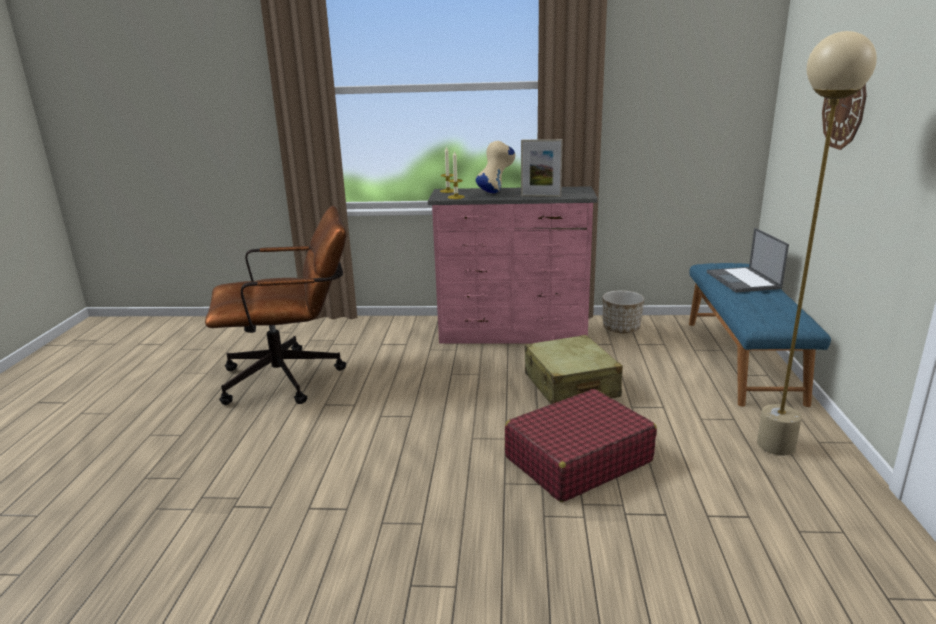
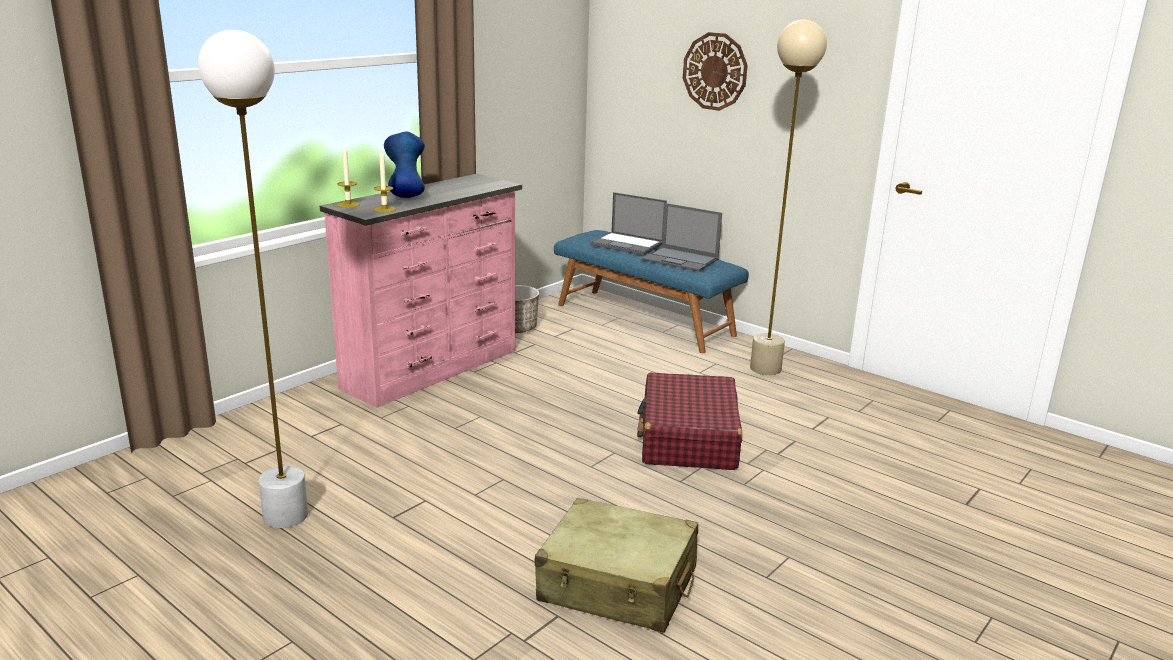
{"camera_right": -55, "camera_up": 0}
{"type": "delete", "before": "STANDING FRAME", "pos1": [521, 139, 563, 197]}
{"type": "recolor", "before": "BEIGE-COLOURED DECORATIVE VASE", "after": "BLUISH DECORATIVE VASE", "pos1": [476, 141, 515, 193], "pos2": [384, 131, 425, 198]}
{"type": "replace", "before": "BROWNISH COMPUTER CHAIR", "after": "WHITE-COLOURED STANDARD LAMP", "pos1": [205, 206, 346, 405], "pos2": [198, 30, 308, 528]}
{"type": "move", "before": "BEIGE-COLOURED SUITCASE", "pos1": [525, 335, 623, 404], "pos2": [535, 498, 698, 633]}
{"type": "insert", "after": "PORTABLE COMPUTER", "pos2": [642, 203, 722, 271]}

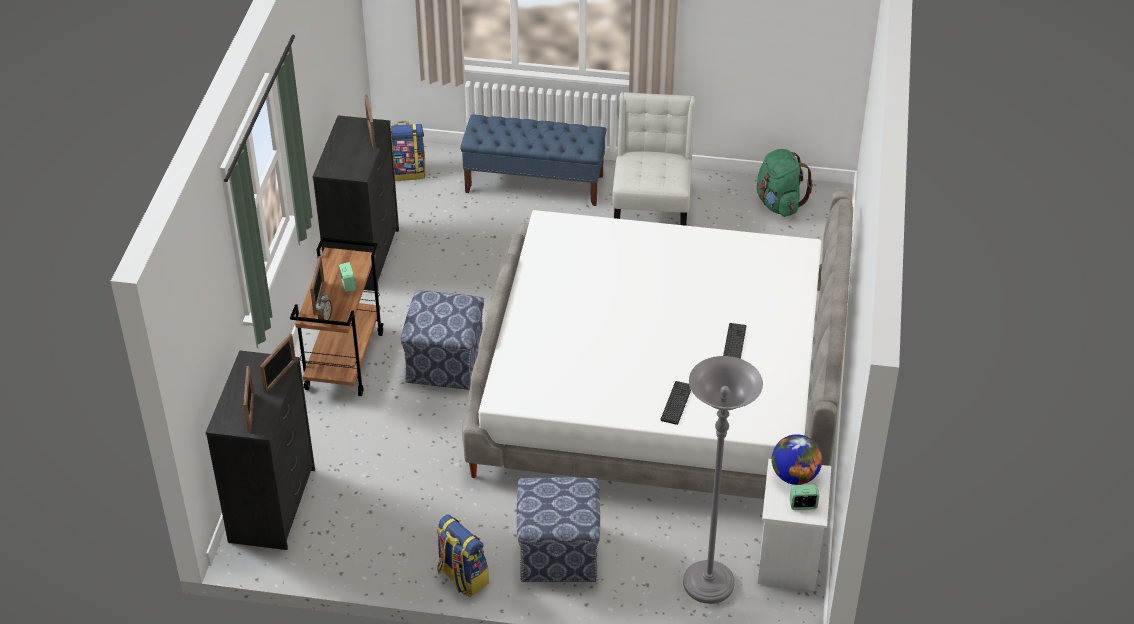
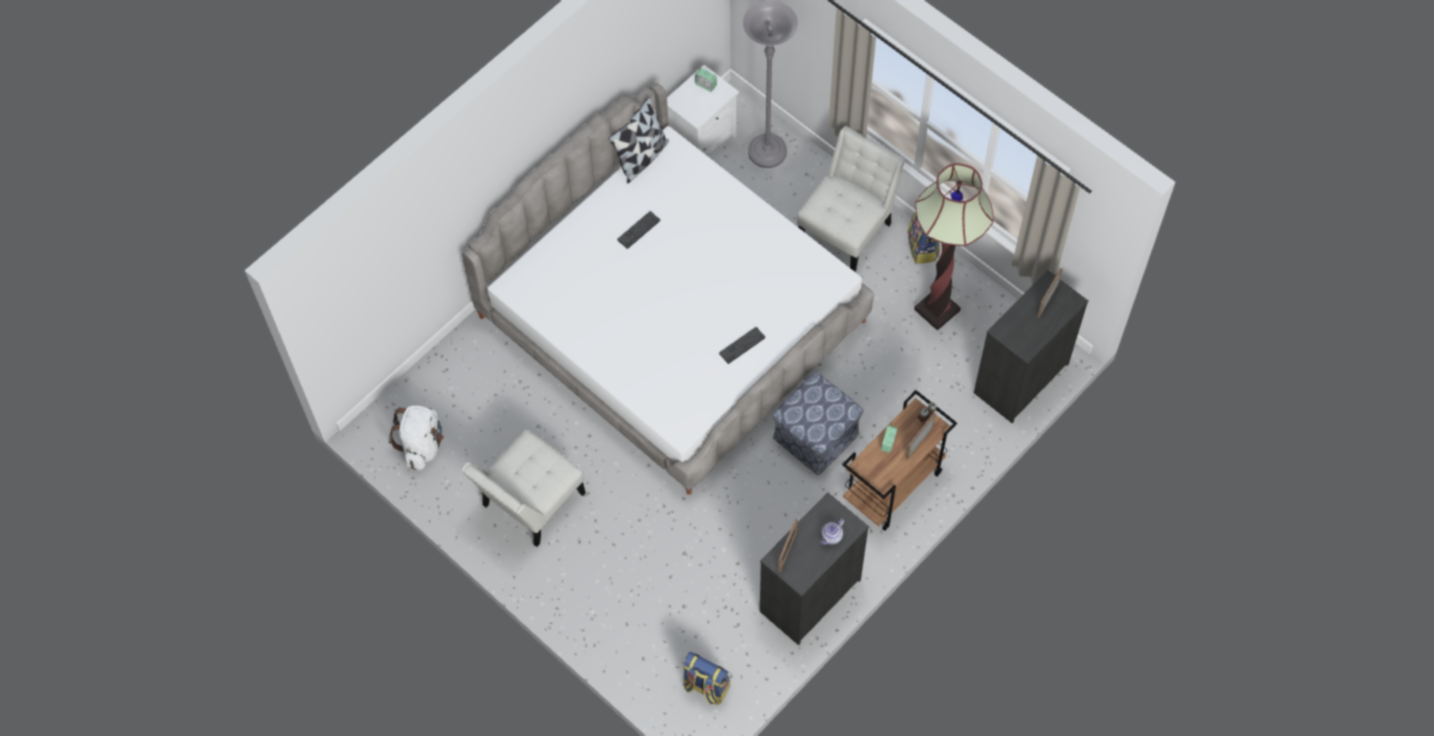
{"camera_right": -145, "camera_up": 20}
{"type": "delete", "before": "BLUISH INDOOR BENCH", "pos1": [460, 115, 606, 206]}
{"type": "recolor", "before": "GREENISH RUCKSACK", "after": "WHITE-COLOURED RUCKSACK", "pos1": [757, 149, 813, 217], "pos2": [388, 405, 444, 470]}
{"type": "delete", "before": "STANDING FRAME", "pos1": [260, 333, 296, 394]}
{"type": "move", "before": "KEYBOARD", "pos1": [661, 381, 691, 425], "pos2": [719, 327, 765, 364]}
{"type": "delete", "before": "DESK GLOBE", "pos1": [772, 434, 822, 485]}
{"type": "replace", "before": "OTTOMAN", "after": "WHITE-COLOURED PLAIN CHAIR", "pos1": [517, 477, 600, 582], "pos2": [797, 126, 905, 272]}
{"type": "insert", "after": "CUSHION", "pos2": [609, 97, 669, 183]}
{"type": "insert", "after": "STANDARD LAMP", "pos2": [914, 163, 994, 331]}
{"type": "insert", "after": "TEAPOT", "pos2": [820, 519, 844, 545]}

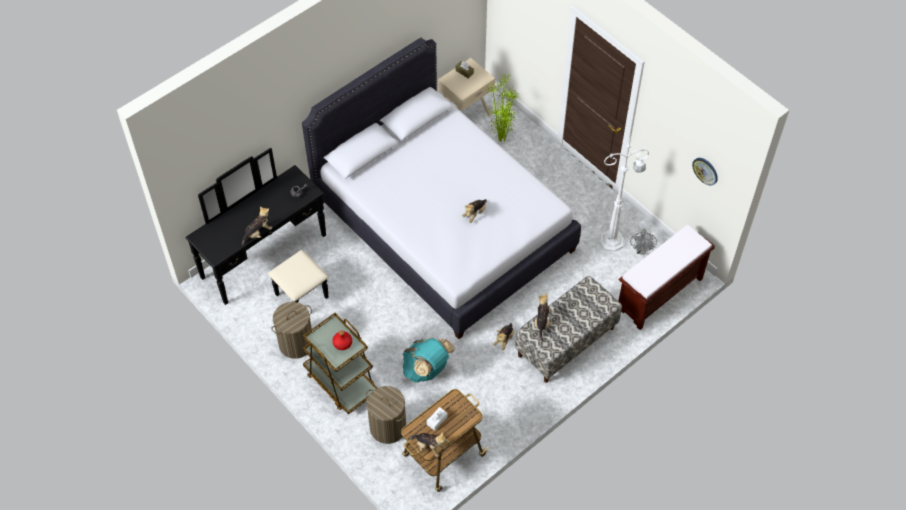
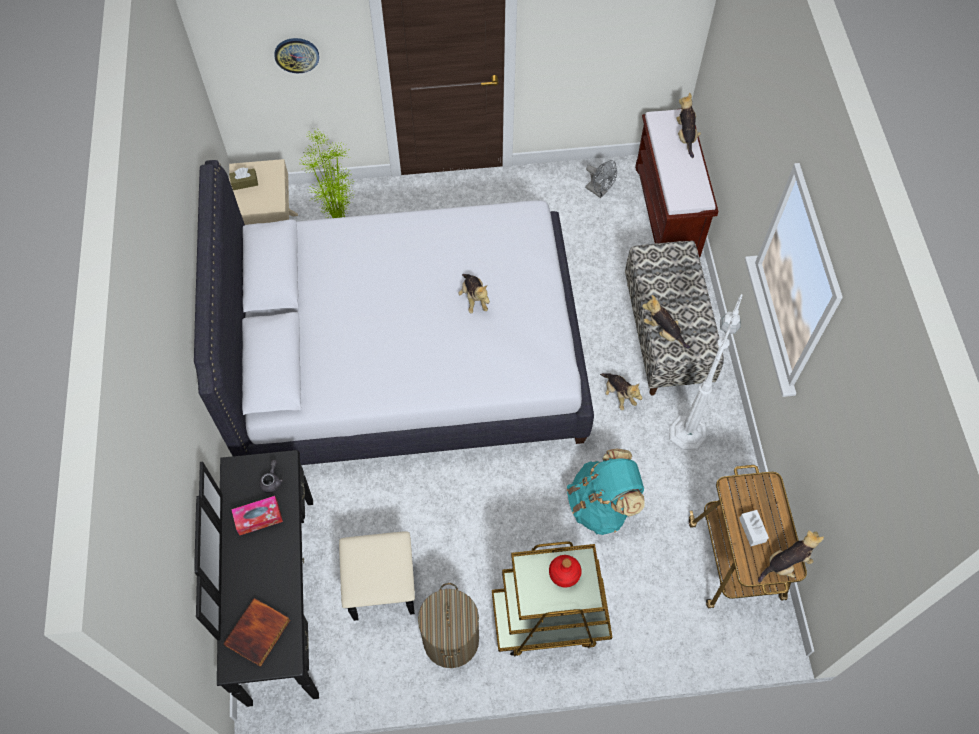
{"camera_right": -55, "camera_up": 5}
{"type": "move", "before": "WHITE-COLOURED STANDARD LAMP", "pos1": [600, 135, 649, 251], "pos2": [669, 294, 742, 451]}
{"type": "move", "before": "WALL CLOCK", "pos1": [692, 158, 718, 186], "pos2": [274, 38, 319, 73]}
{"type": "move", "before": "CUDDLY TOY", "pos1": [242, 206, 272, 245], "pos2": [676, 93, 701, 158]}
{"type": "delete", "before": "LAUNDRY BASKET", "pos1": [366, 386, 406, 444]}
{"type": "insert", "after": "TISSUE HOLDER", "pos2": [231, 496, 283, 535]}
{"type": "insert", "after": "BOUND BOOK", "pos2": [223, 598, 290, 667]}

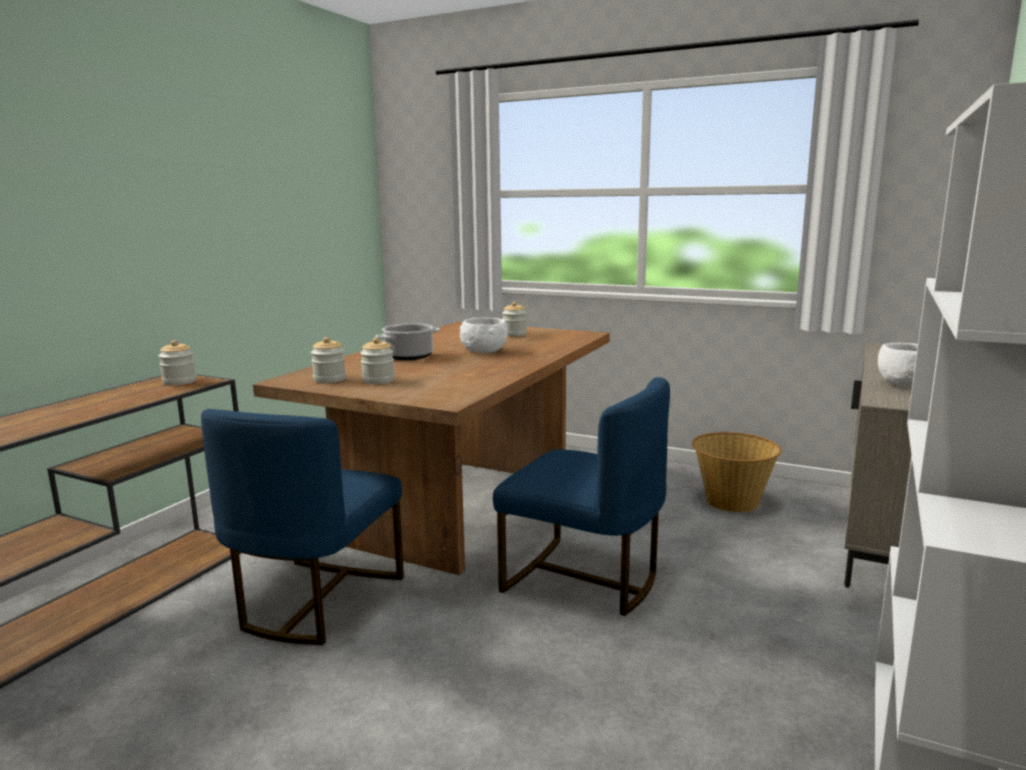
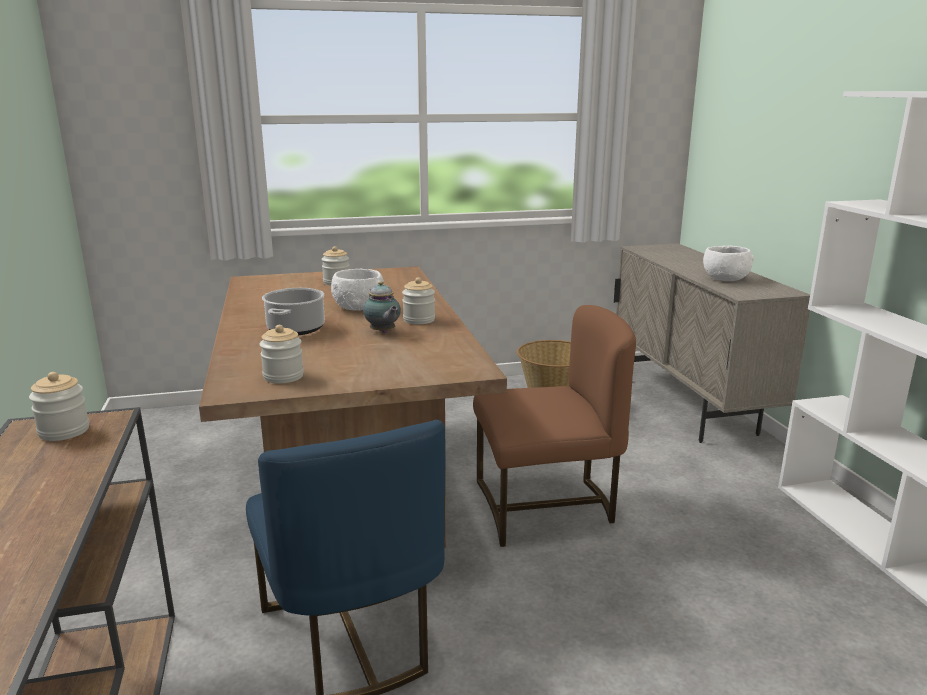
{"camera_right": -40, "camera_up": 5}
{"type": "move", "before": "JAR", "pos1": [360, 337, 395, 384], "pos2": [402, 277, 435, 324]}
{"type": "recolor", "before": "BLUISH PLAIN CHAIR", "after": "BROWNISH PLAIN CHAIR", "pos1": [493, 377, 670, 616], "pos2": [473, 305, 636, 547]}
{"type": "insert", "after": "TEAPOT", "pos2": [363, 281, 401, 333]}

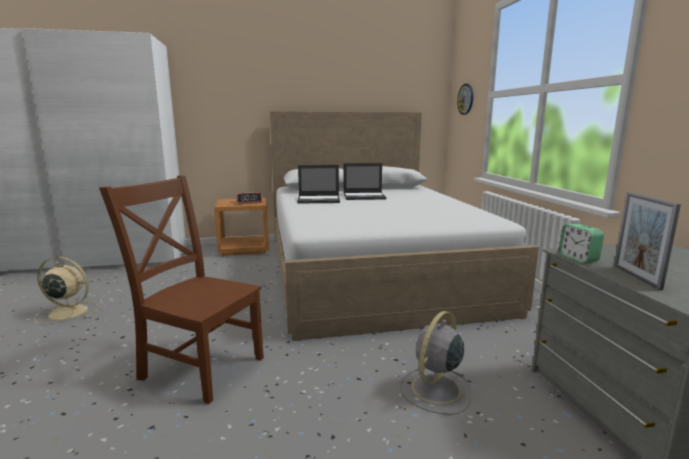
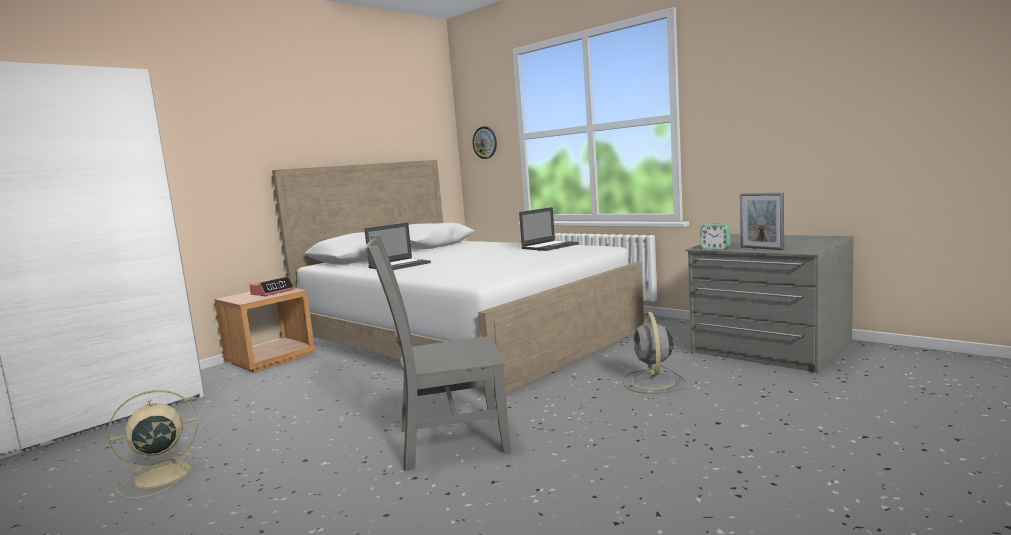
{"camera_right": -35, "camera_up": -5}
{"type": "move", "before": "PORTABLE COMPUTER", "pos1": [344, 163, 386, 200], "pos2": [519, 207, 579, 251]}
{"type": "recolor", "before": "BROWNISH PLAIN CHAIR", "after": "GREYISH PLAIN CHAIR", "pos1": [99, 175, 264, 404], "pos2": [365, 235, 511, 471]}

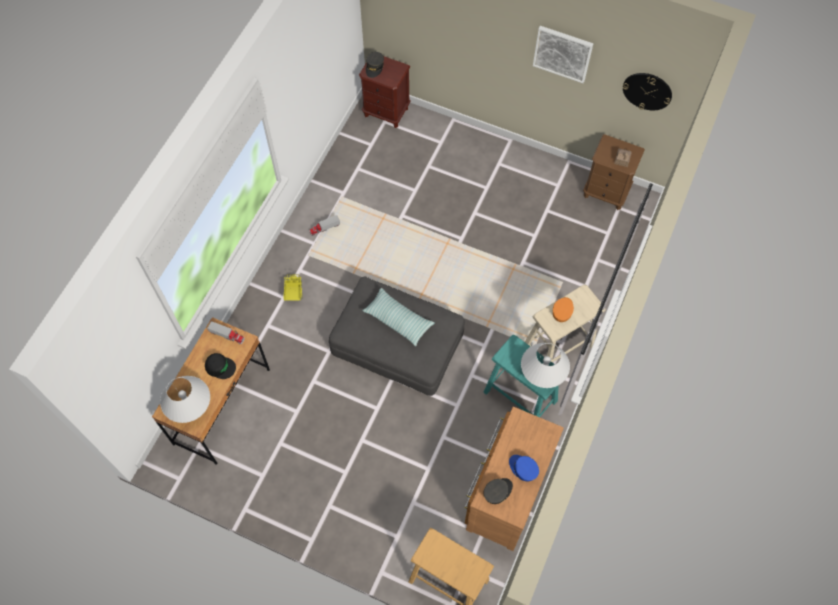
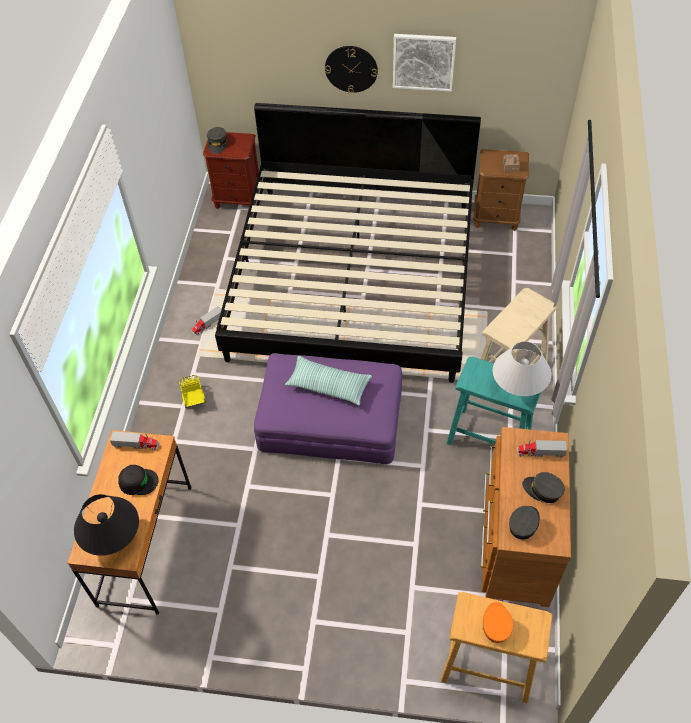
{"camera_right": -15, "camera_up": -10}
{"type": "move", "before": "WALL CLOCK", "pos1": [623, 73, 672, 110], "pos2": [325, 46, 378, 93]}
{"type": "recolor", "before": "GREYISH OTTOMAN", "after": "PURPLISH OTTOMAN", "pos1": [329, 276, 465, 396], "pos2": [254, 353, 402, 464]}
{"type": "move", "before": "ORANGE-COLOURED PEAKED CAP", "pos1": [552, 297, 574, 322], "pos2": [483, 602, 513, 643]}
{"type": "recolor", "before": "WHITE-COLOURED LAMP FOR A TABLE", "after": "BLACKISH LAMP FOR A TABLE", "pos1": [160, 376, 210, 423], "pos2": [74, 494, 139, 556]}
{"type": "recolor", "before": "BLUISH PEAKED CAP", "after": "GREYISH PEAKED CAP", "pos1": [509, 455, 539, 481], "pos2": [522, 472, 565, 503]}
{"type": "insert", "after": "BED", "pos2": [215, 103, 481, 383]}
{"type": "insert", "after": "TOY TRUCK", "pos2": [517, 440, 567, 457]}

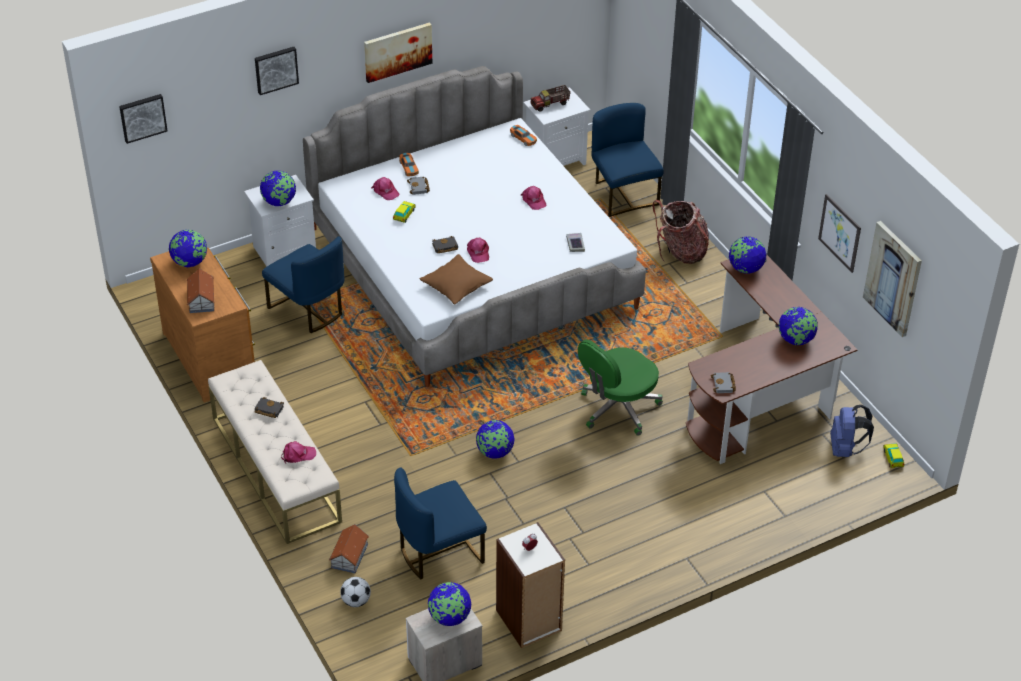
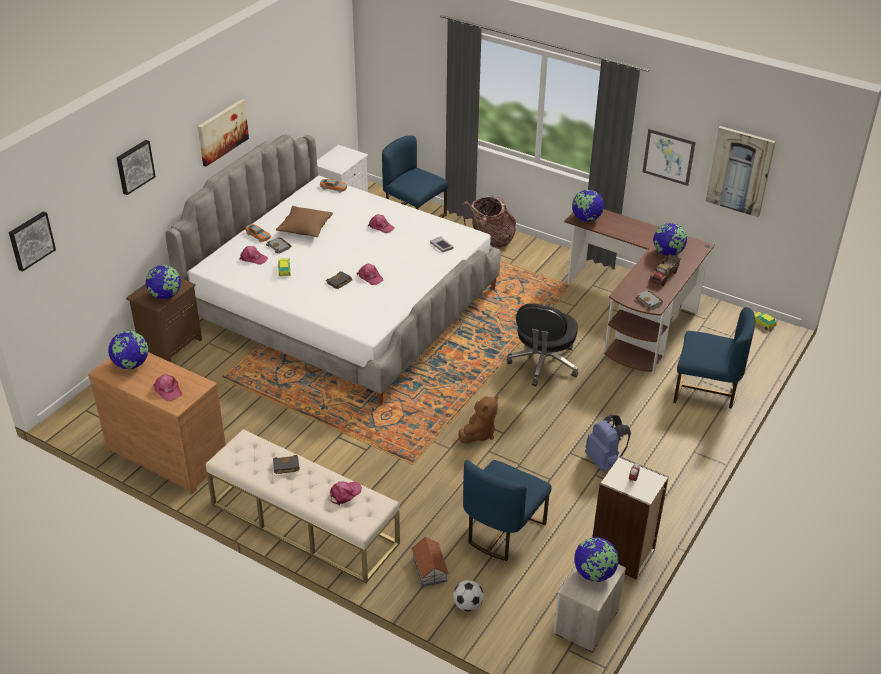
{"camera_right": -30, "camera_up": -5}
{"type": "move", "before": "TOY TRUCK", "pos1": [530, 85, 571, 112], "pos2": [649, 254, 681, 286]}
{"type": "recolor", "before": "WHITE-COLOURED NIGHT TABLE", "after": "BROWNISH NIGHT TABLE", "pos1": [244, 175, 316, 267], "pos2": [126, 278, 202, 362]}
{"type": "move", "before": "BLUISH PLAIN CHAIR", "pos1": [262, 236, 344, 333], "pos2": [673, 307, 755, 408]}
{"type": "move", "before": "BROWNISH CUSHION", "pos1": [420, 254, 493, 304], "pos2": [276, 206, 333, 237]}
{"type": "replace", "before": "MINIATURE HOUSE", "after": "PINK PEAKED CAP", "pos1": [187, 269, 215, 313], "pos2": [153, 374, 182, 401]}
{"type": "recolor", "before": "GREENISH COMPUTER CHAIR", "after": "BLACKISH COMPUTER CHAIR", "pos1": [578, 339, 663, 436], "pos2": [507, 303, 578, 386]}
{"type": "move", "before": "BLUISH RUCKSACK", "pos1": [830, 405, 874, 457], "pos2": [585, 415, 631, 471]}
{"type": "replace", "before": "DESK GLOBE", "after": "BROWNISH CUDDLY TOY", "pos1": [476, 420, 515, 459], "pos2": [459, 396, 498, 444]}

